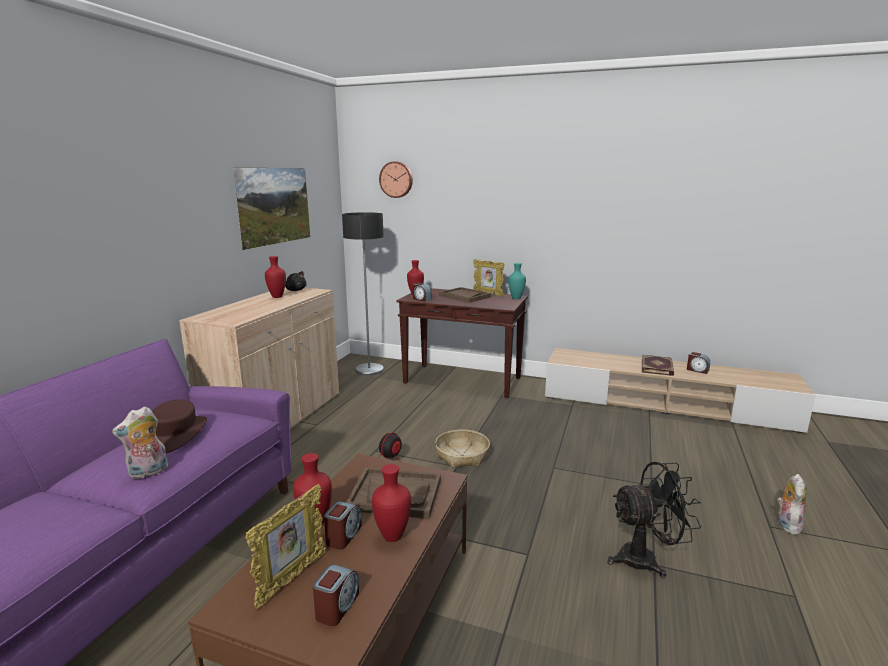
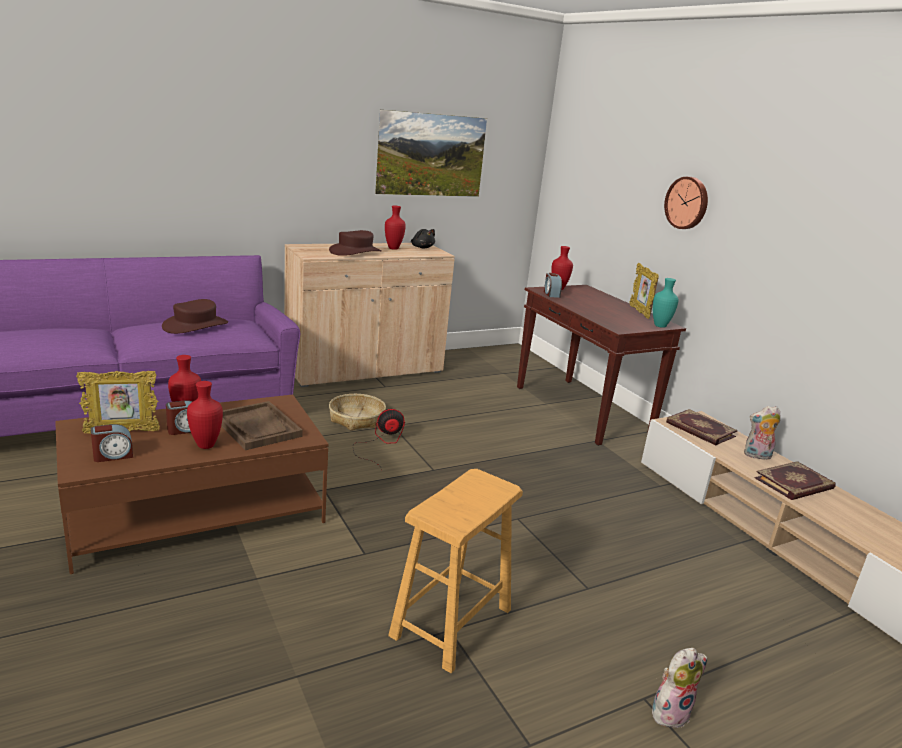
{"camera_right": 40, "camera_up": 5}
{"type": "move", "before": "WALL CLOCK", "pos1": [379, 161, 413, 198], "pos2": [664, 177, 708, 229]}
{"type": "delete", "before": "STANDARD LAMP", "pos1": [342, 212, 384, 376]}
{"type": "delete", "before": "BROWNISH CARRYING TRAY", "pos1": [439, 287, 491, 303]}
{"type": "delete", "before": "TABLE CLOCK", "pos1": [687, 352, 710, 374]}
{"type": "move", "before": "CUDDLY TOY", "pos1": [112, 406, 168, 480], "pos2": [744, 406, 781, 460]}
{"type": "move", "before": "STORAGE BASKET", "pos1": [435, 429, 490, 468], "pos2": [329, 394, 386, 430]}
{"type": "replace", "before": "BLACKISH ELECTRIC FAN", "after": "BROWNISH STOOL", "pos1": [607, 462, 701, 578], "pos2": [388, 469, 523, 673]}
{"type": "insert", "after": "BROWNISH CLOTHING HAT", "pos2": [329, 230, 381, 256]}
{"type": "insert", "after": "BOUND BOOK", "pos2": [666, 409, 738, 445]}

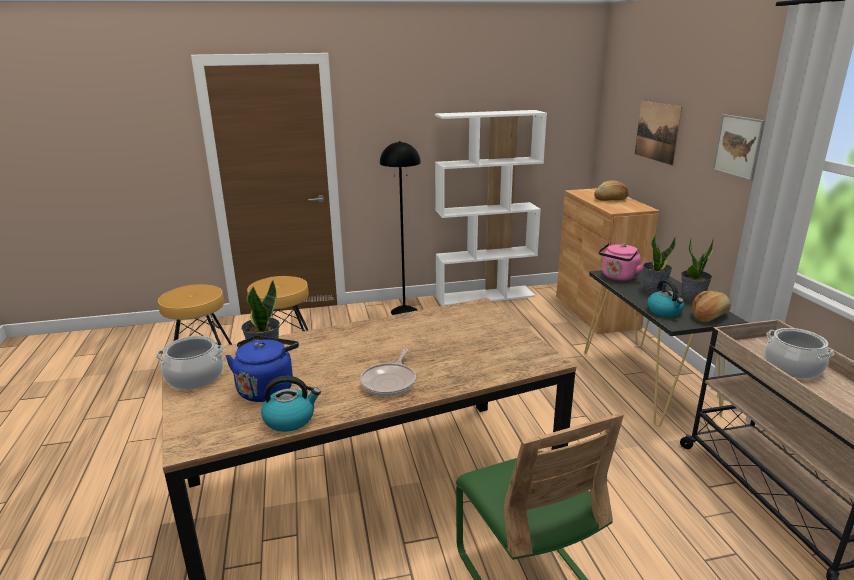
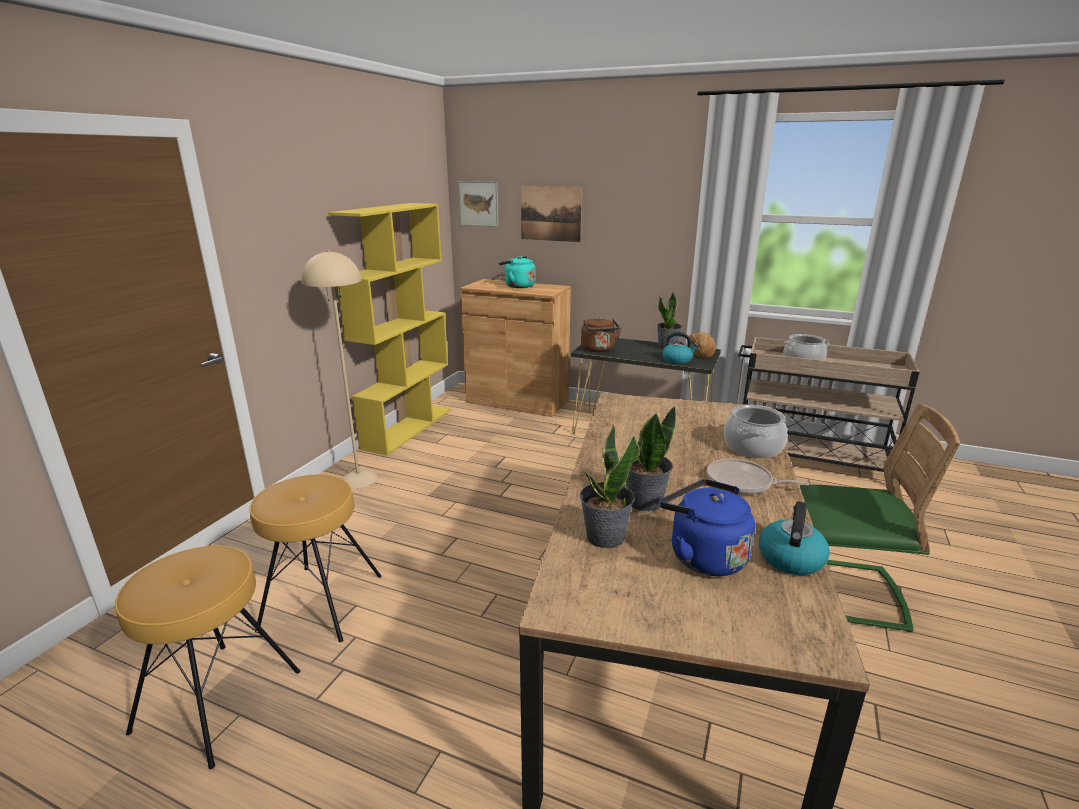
{"camera_right": -55, "camera_up": 0}
{"type": "recolor", "before": "WHITE-COLOURED BOOKSHELF", "after": "YELLOW-COLOURED BOOKSHELF", "pos1": [435, 110, 547, 306], "pos2": [328, 203, 451, 456]}
{"type": "move", "before": "WALL PICTURE", "pos1": [712, 114, 765, 181], "pos2": [458, 181, 498, 227]}
{"type": "recolor", "before": "BLACKISH STANDARD LAMP", "after": "BEIGE-COLOURED STANDARD LAMP", "pos1": [380, 141, 421, 315], "pos2": [301, 250, 378, 489]}
{"type": "replace", "before": "BREAD", "after": "TURQUOISE-COLOURED TEA KETTLE", "pos1": [594, 180, 629, 201], "pos2": [499, 256, 535, 288]}
{"type": "move", "before": "POTTED PLANT", "pos1": [643, 235, 676, 293], "pos2": [626, 406, 676, 511]}
{"type": "recolor", "before": "PINK TEA KETTLE", "after": "BROWNISH TEA KETTLE", "pos1": [598, 243, 647, 281], "pos2": [581, 317, 622, 352]}
{"type": "move", "before": "STOCKPOT", "pos1": [156, 336, 224, 390], "pos2": [724, 405, 787, 458]}
{"type": "rotate", "before": "FRYING PAN", "pos1": [360, 349, 416, 396], "pos2": [707, 459, 809, 494], "turn": 150}

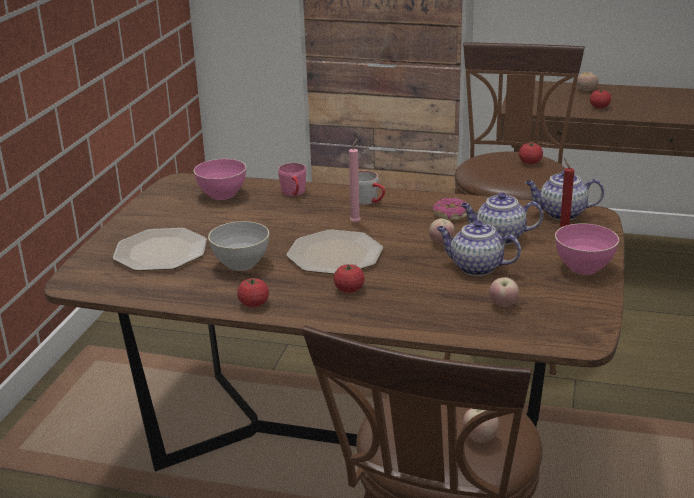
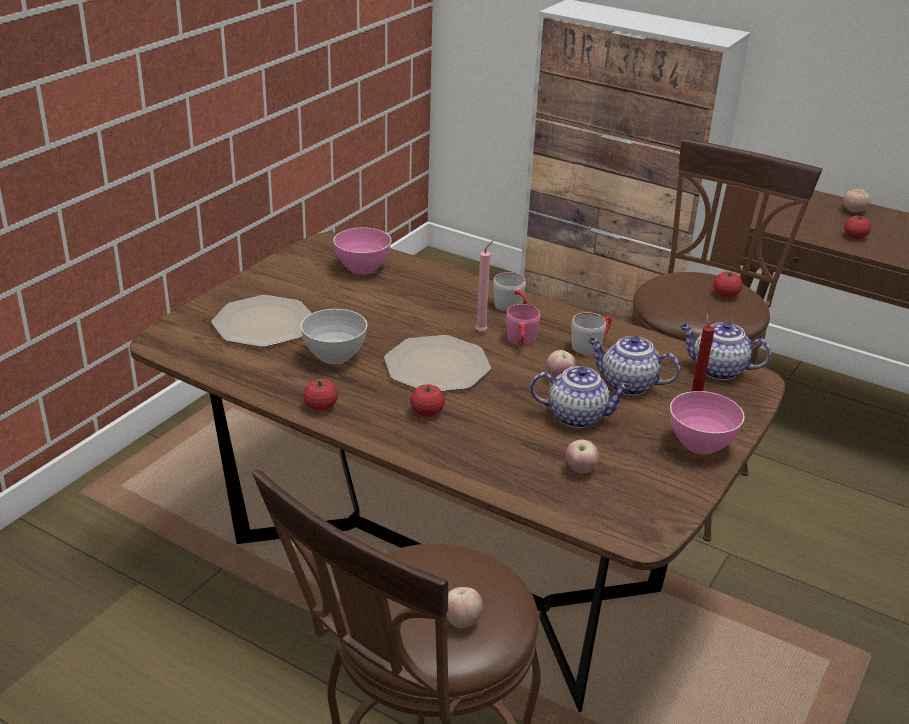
{"camera_right": 15, "camera_up": 5}
{"type": "move", "before": "PINK COFFEE MUG", "pos1": [278, 163, 306, 196], "pos2": [506, 304, 540, 347]}
{"type": "replace", "before": "DOUGHNUT", "after": "GREYISH COFFEE MUG", "pos1": [432, 197, 467, 220], "pos2": [571, 312, 612, 355]}
{"type": "rotate", "before": "TEAPOT", "pos1": [436, 221, 521, 276], "pos2": [530, 366, 631, 428], "turn": 150}

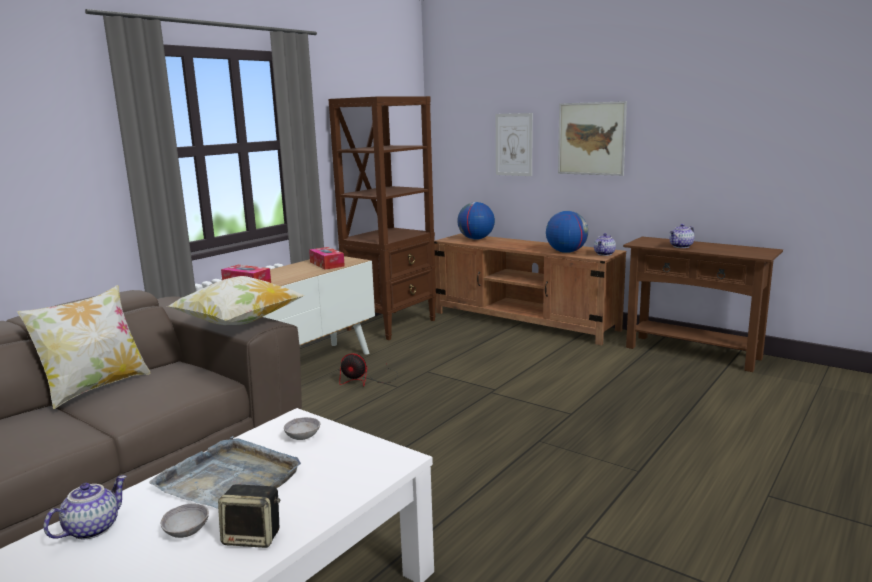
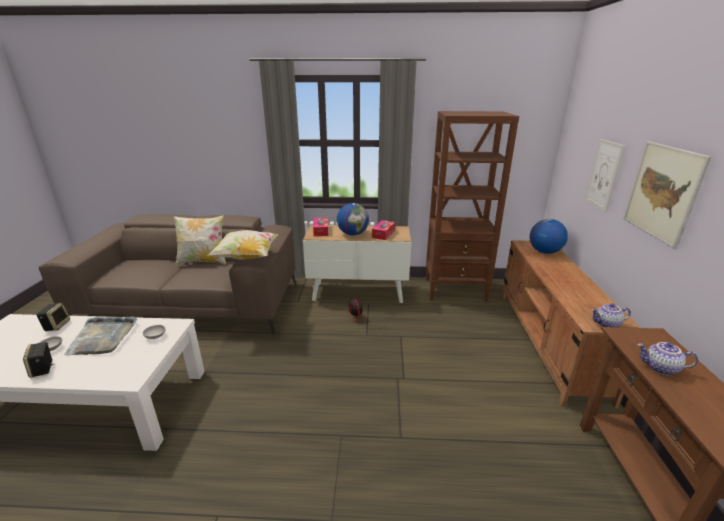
{"camera_right": 55, "camera_up": 10}
{"type": "move", "before": "DESK GLOBE", "pos1": [546, 211, 588, 253], "pos2": [337, 203, 369, 236]}
{"type": "replace", "before": "TEAPOT", "after": "SPEAKER", "pos1": [43, 475, 127, 540], "pos2": [37, 303, 70, 331]}

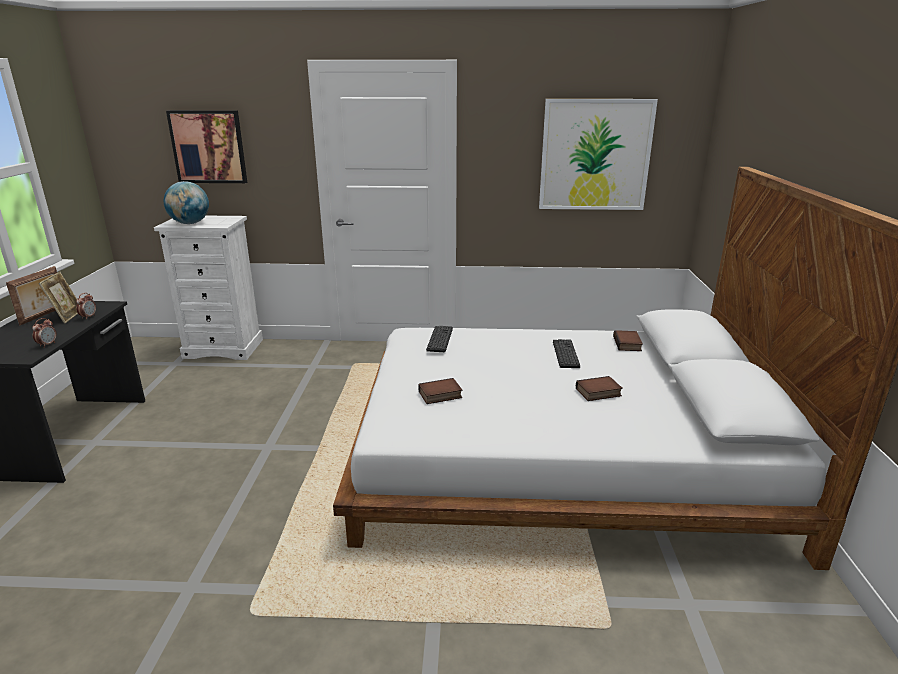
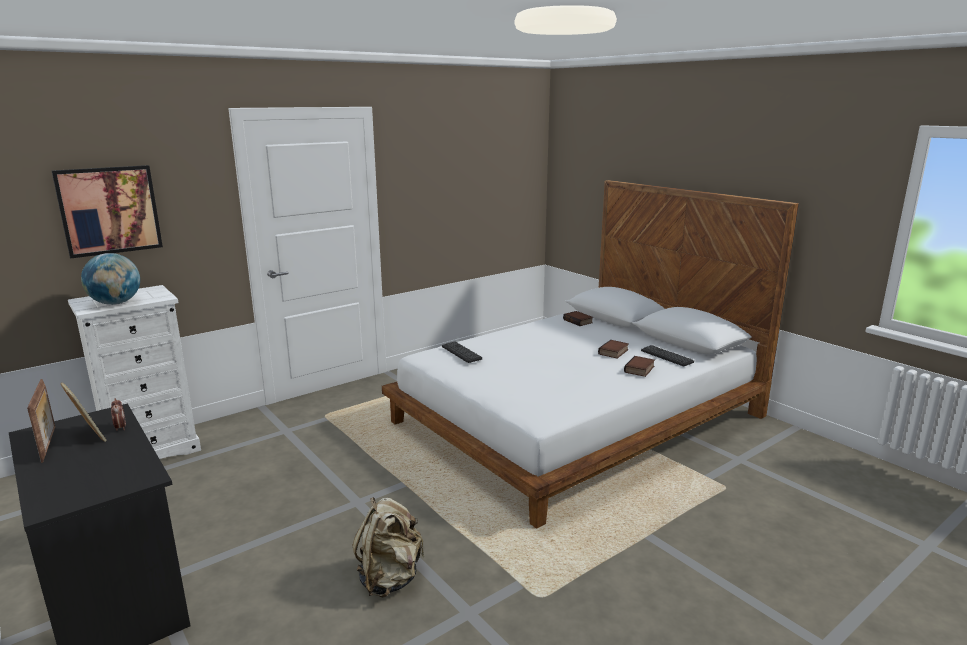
{"camera_right": -40, "camera_up": -5}
{"type": "delete", "before": "WALL PICTURE", "pos1": [539, 99, 658, 210]}
{"type": "delete", "before": "TABLE CLOCK", "pos1": [32, 318, 57, 348]}
{"type": "move", "before": "KEYBOARD", "pos1": [553, 339, 580, 368], "pos2": [641, 345, 694, 366]}
{"type": "move", "before": "BOUND BOOK", "pos1": [418, 378, 462, 404], "pos2": [624, 356, 655, 377]}
{"type": "insert", "after": "BEIGE-COLOURED RUCKSACK", "pos2": [353, 497, 424, 598]}

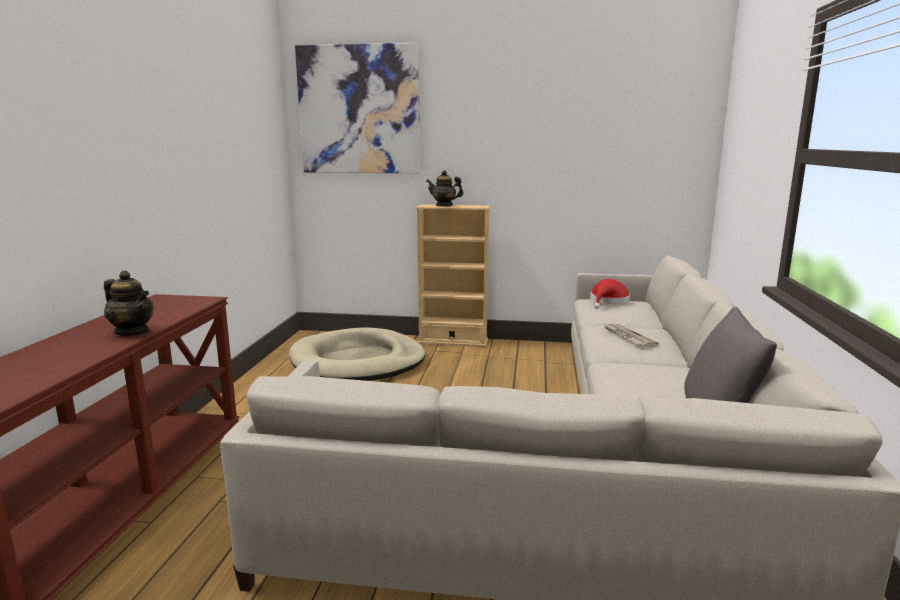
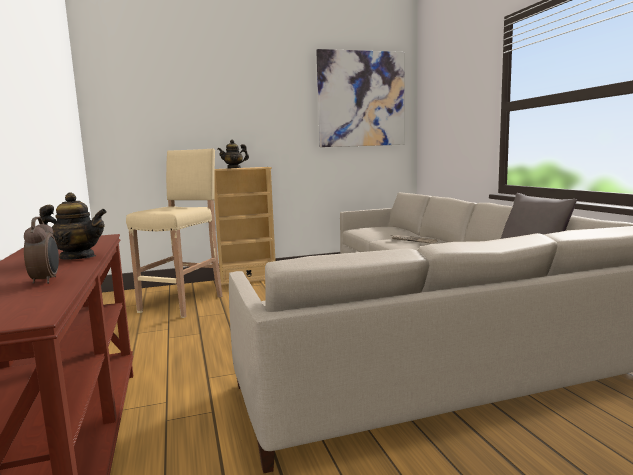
{"camera_right": -25, "camera_up": -5}
{"type": "move", "before": "WALL PICTURE", "pos1": [295, 43, 420, 173], "pos2": [316, 49, 405, 147]}
{"type": "delete", "before": "RED-COLOURED CLOTHING HAT", "pos1": [590, 279, 630, 309]}
{"type": "replace", "before": "BEIGE-COLOURED DOG CUSHION", "after": "BEIGE-COLOURED STOOL", "pos1": [289, 327, 425, 381], "pos2": [126, 148, 223, 318]}
{"type": "insert", "after": "TABLE CLOCK", "pos2": [24, 217, 59, 284]}

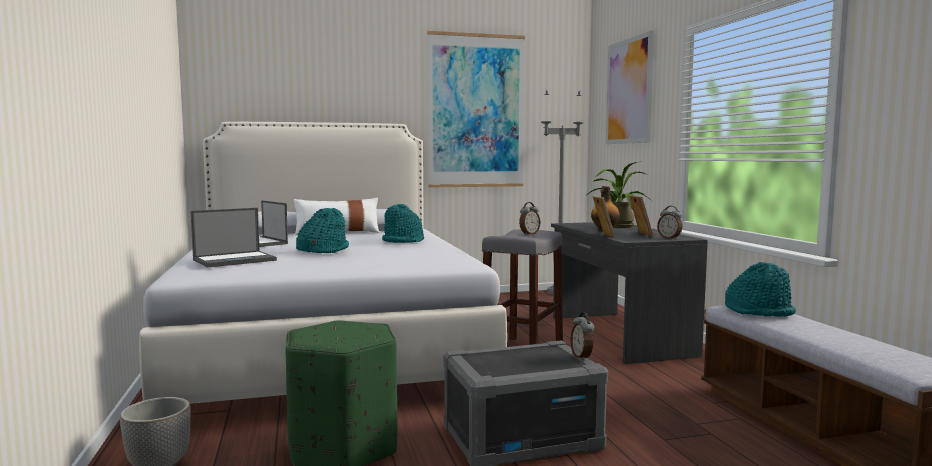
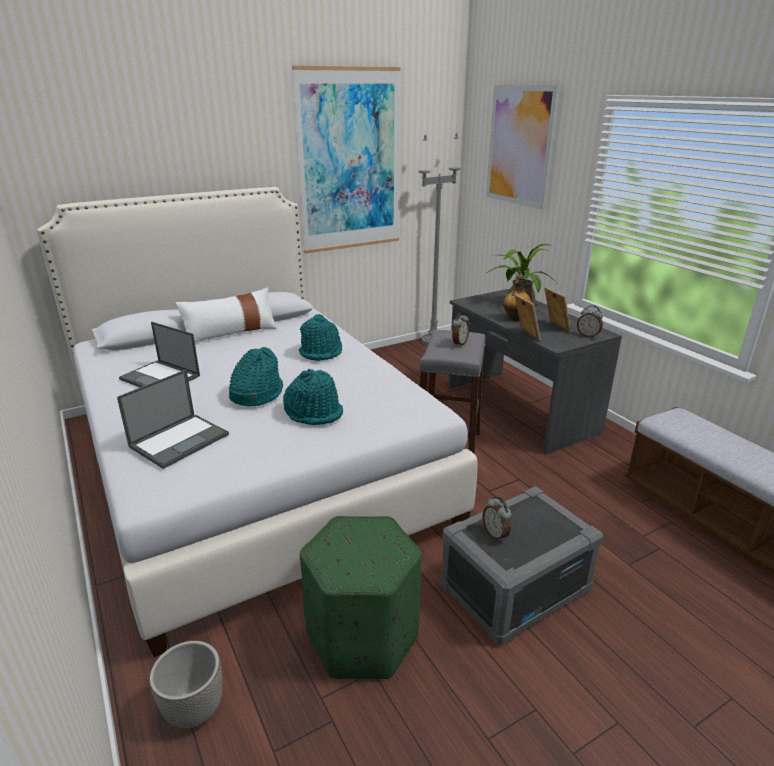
{"camera_right": -15, "camera_up": 20}
{"type": "move", "before": "TURQUOISE-COLOURED CLOTHING HAT", "pos1": [725, 262, 796, 317], "pos2": [283, 369, 343, 425]}
{"type": "move", "before": "TABLE CLOCK", "pos1": [571, 312, 595, 361], "pos2": [482, 496, 512, 542]}

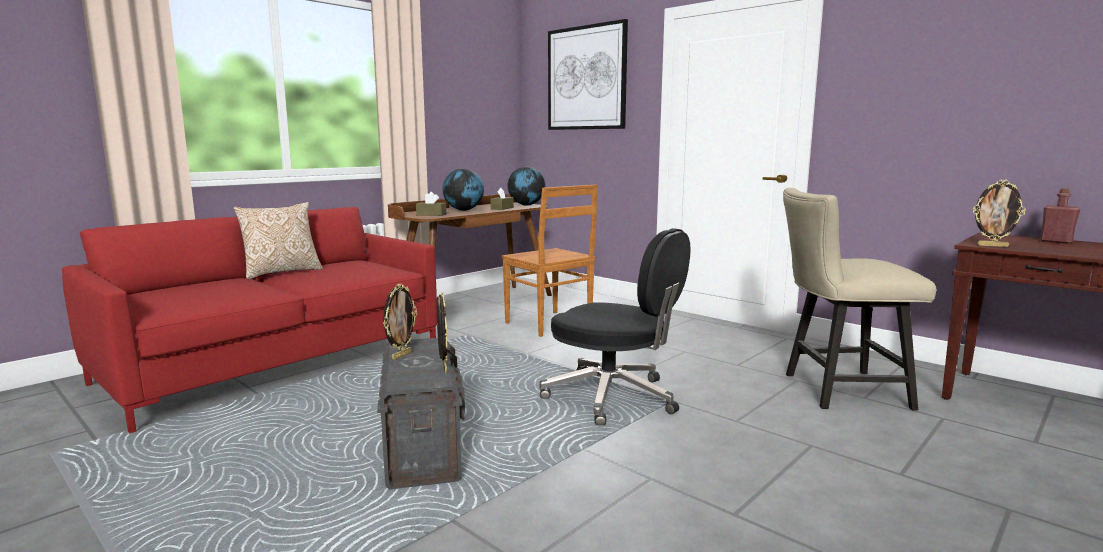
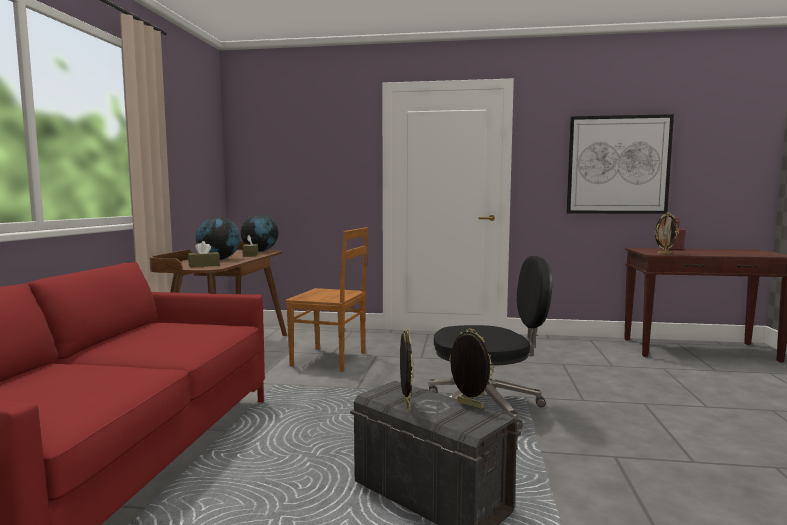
{"camera_right": -35, "camera_up": -5}
{"type": "move", "before": "WALL PICTURE", "pos1": [548, 19, 628, 130], "pos2": [567, 114, 674, 214]}
{"type": "delete", "before": "BEIGE-COLOURED PLAIN CHAIR", "pos1": [783, 188, 936, 411]}
{"type": "delete", "before": "CUSHION", "pos1": [234, 202, 323, 279]}

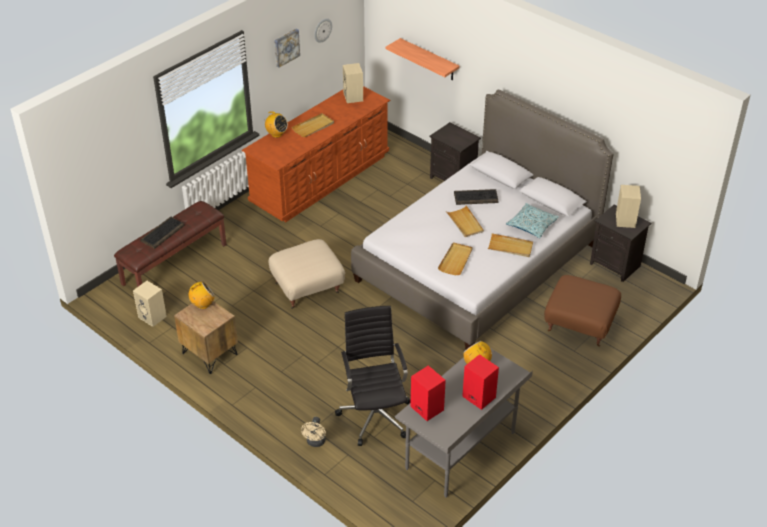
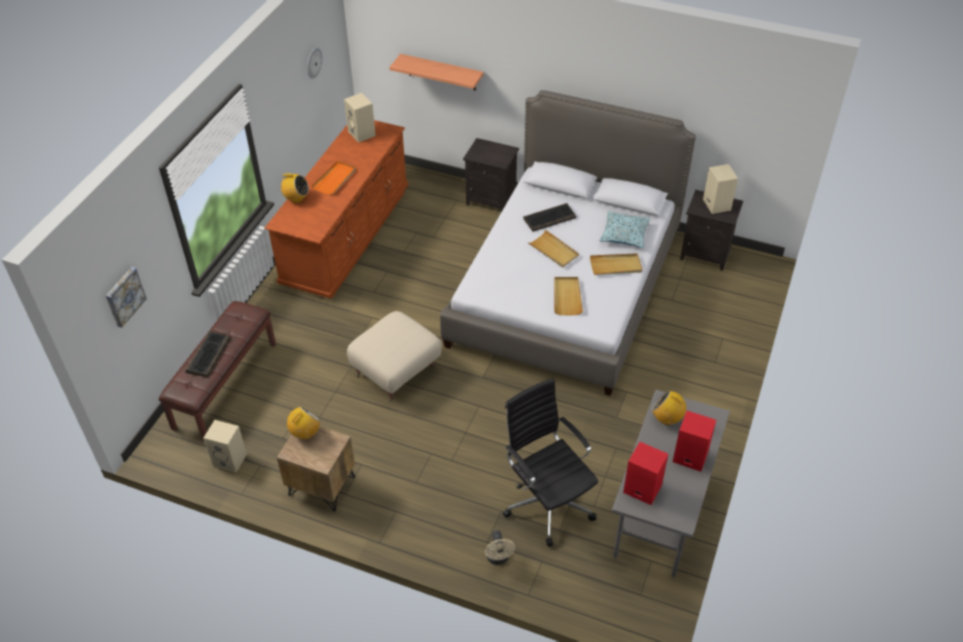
{"camera_right": -20, "camera_up": 5}
{"type": "move", "before": "WALL PICTURE", "pos1": [274, 28, 300, 68], "pos2": [106, 267, 147, 328]}
{"type": "recolor", "before": "BEIGE-COLOURED CARRYING TRAY", "after": "ORANGE-COLOURED CARRYING TRAY", "pos1": [292, 113, 334, 137], "pos2": [311, 161, 356, 195]}
{"type": "delete", "before": "BROWNISH OTTOMAN", "pos1": [544, 275, 621, 347]}

